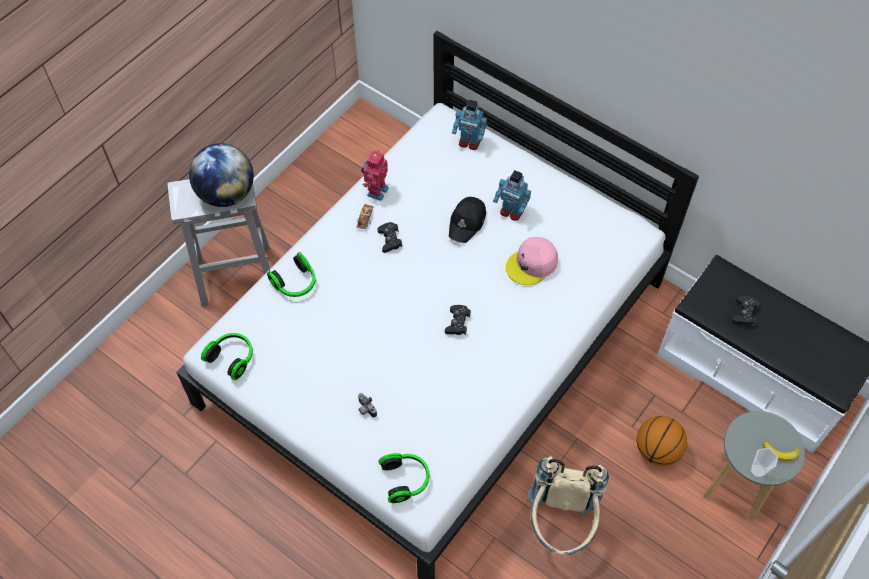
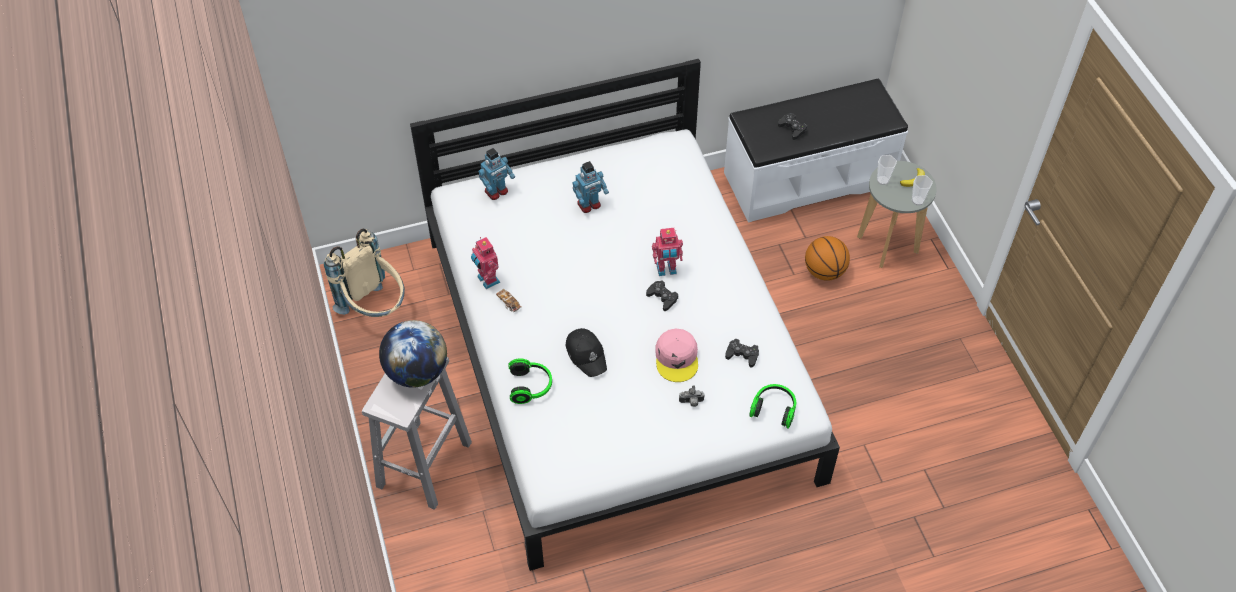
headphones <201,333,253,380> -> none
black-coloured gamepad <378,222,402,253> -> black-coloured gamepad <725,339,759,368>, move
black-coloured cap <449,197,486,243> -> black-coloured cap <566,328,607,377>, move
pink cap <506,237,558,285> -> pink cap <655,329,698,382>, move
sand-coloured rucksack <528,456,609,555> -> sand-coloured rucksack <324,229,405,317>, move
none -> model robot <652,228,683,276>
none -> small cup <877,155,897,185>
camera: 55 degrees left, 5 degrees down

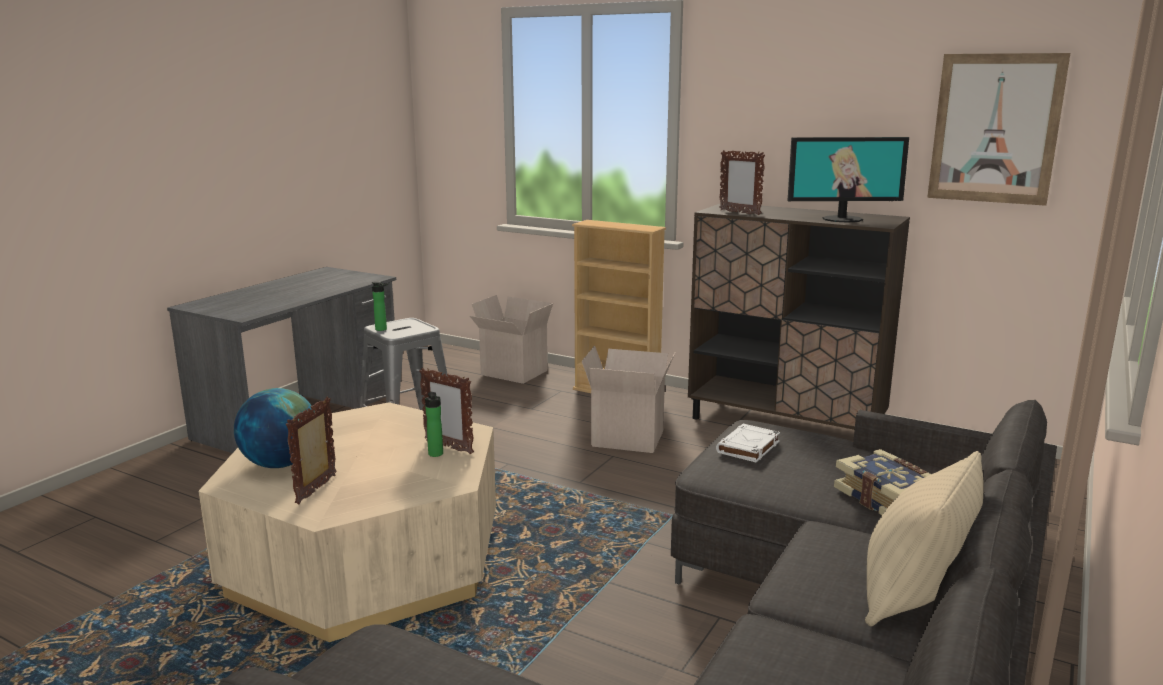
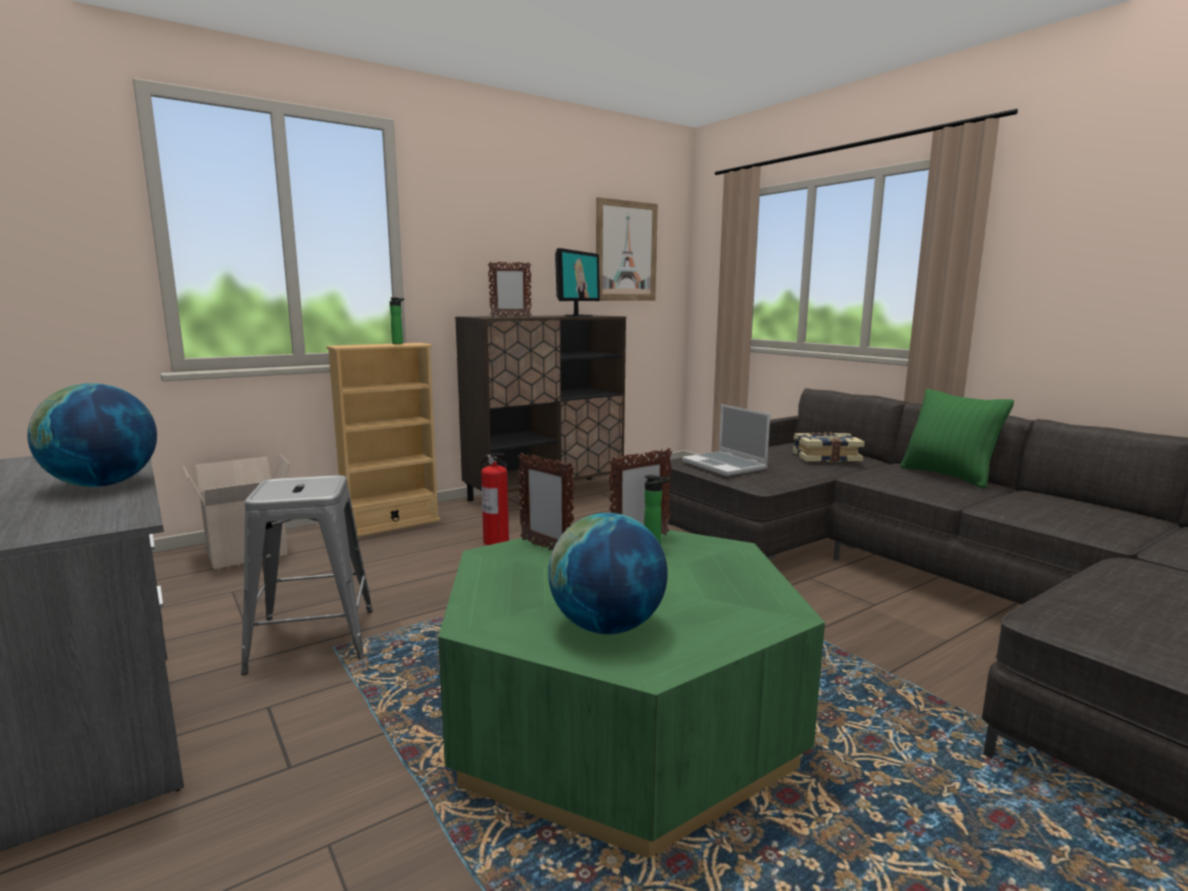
sand-coloured low table <198,402,496,642> -> green low table <438,527,825,858>
standing frame <286,397,336,504> -> standing frame <518,453,574,550>, move
bottle <372,282,389,331> -> bottle <390,297,404,344>, move
carton <582,346,675,453> -> fire extinguisher <481,454,509,545>
whitish volume <716,424,780,462> -> laptop <682,404,770,476>
sand-coloured pillow <865,451,984,626> -> green pillow <900,389,1014,488>
none -> globe <27,383,157,487>
camera: 65 degrees left, 5 degrees down

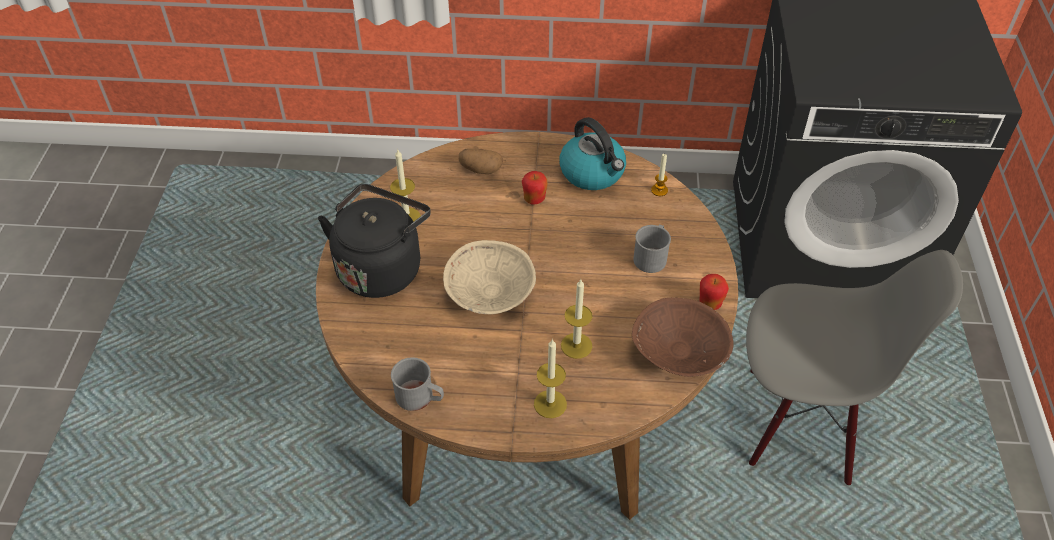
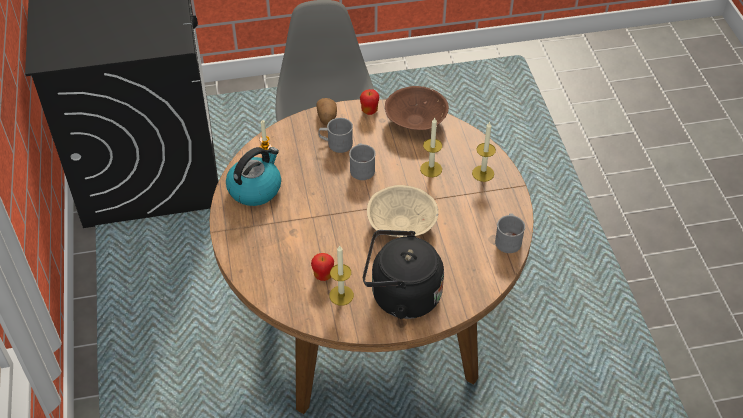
spud <459,148,503,174> -> spud <316,98,337,125>, move
whole apple <522,171,547,205> -> whole apple <311,253,334,281>, move
none -> grey tea mug <349,143,376,180>
camera: 105 degrees left, 0 degrees up

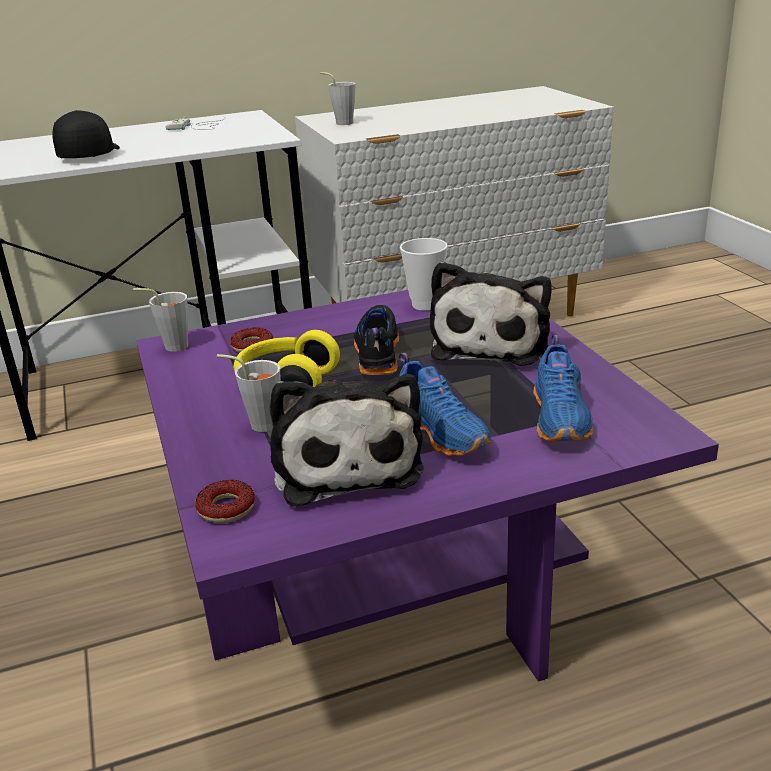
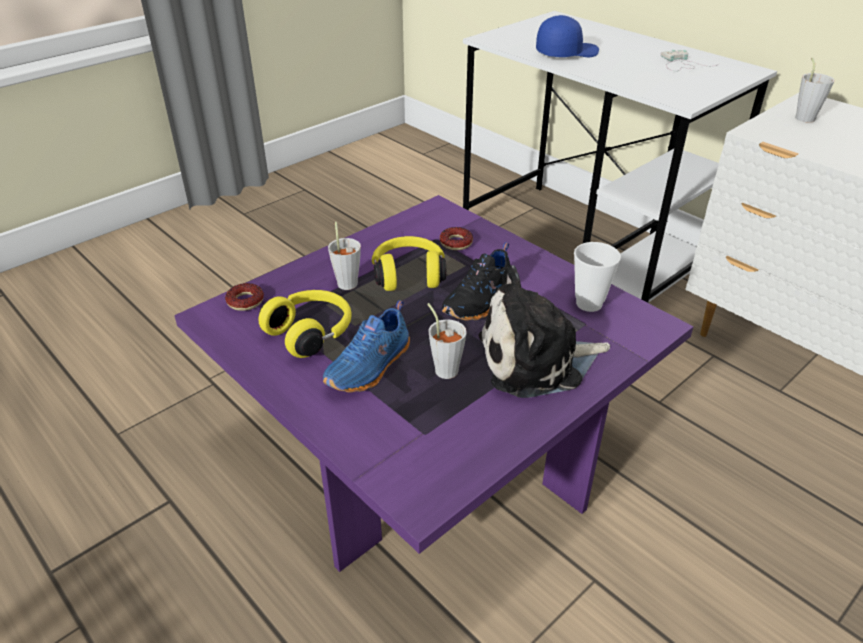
black-coloured cap <53,110,120,158> -> blue cap <536,15,599,57>
grey small cup <133,288,189,352> -> grey small cup <427,303,467,379>, move
plush toy <269,374,424,507> -> yellowish headphones <258,290,352,358>
black-coloured shoe <354,305,399,375> -> black-coloured shoe <442,242,510,321>, 150 degrees clockwise
blue shoe <533,335,593,441> -> none
camera: 65 degrees right, 10 degrees up

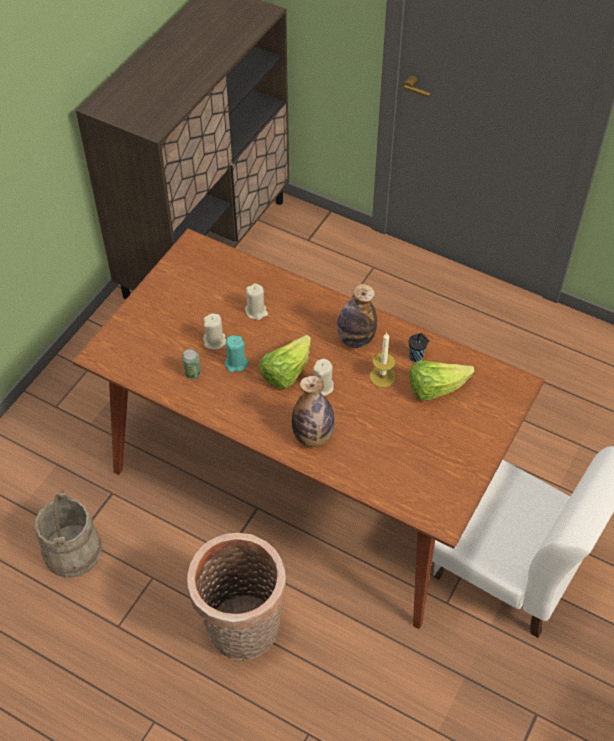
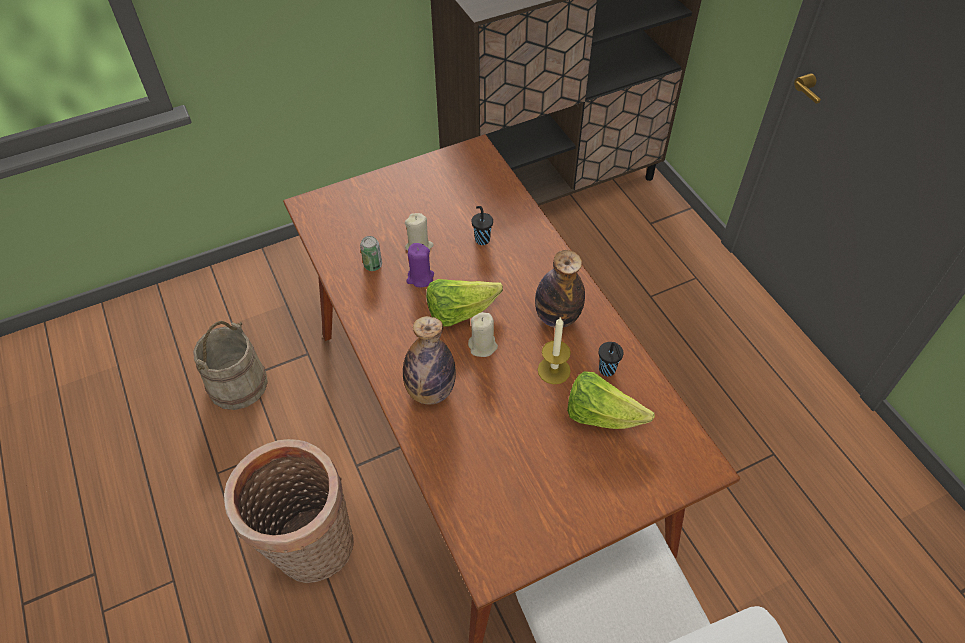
blue-green wax candle <224,335,249,373> -> purplish wax candle <406,243,434,287>
sand-coloured wax candle <245,283,268,320> -> black-coloured small cup <471,206,493,245>
camera: 35 degrees right, 0 degrees up

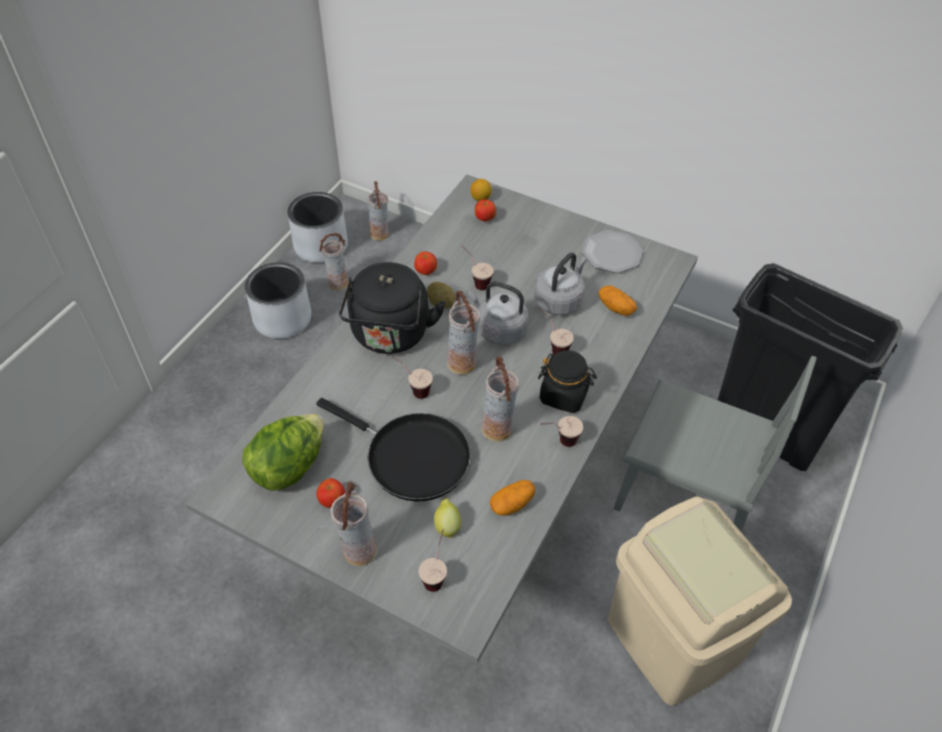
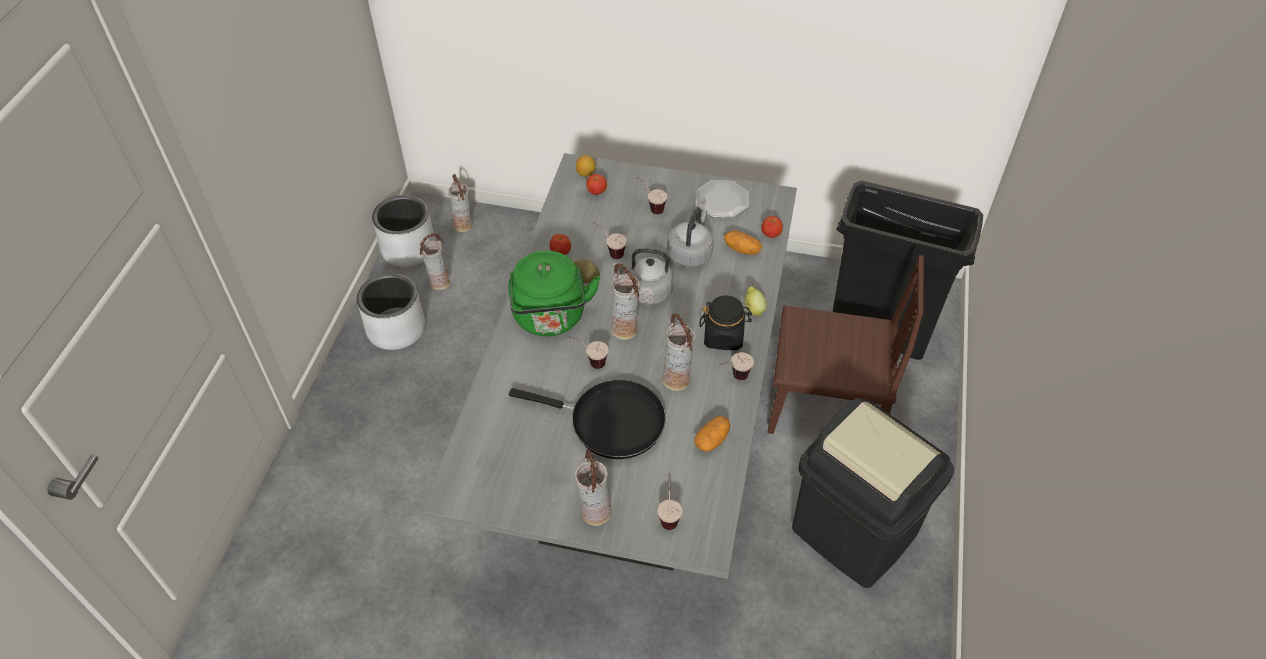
lettuce <242,414,324,491> -> none
whole apple <316,478,345,508> -> whole apple <761,216,783,238>, move
black-coloured tea kettle <339,262,446,354> -> green tea kettle <508,251,600,336>
citrus fruit <434,498,461,538> -> citrus fruit <745,286,767,316>, move
small cup <541,309,574,355> -> small cup <636,176,667,214>, move
sand-coloured rubbish bin <608,497,792,705> -> black-coloured rubbish bin <792,398,954,588>
grey upright chair <614,356,817,532> -> brownish upright chair <767,255,924,434>
camera: 15 degrees left, 0 degrees up

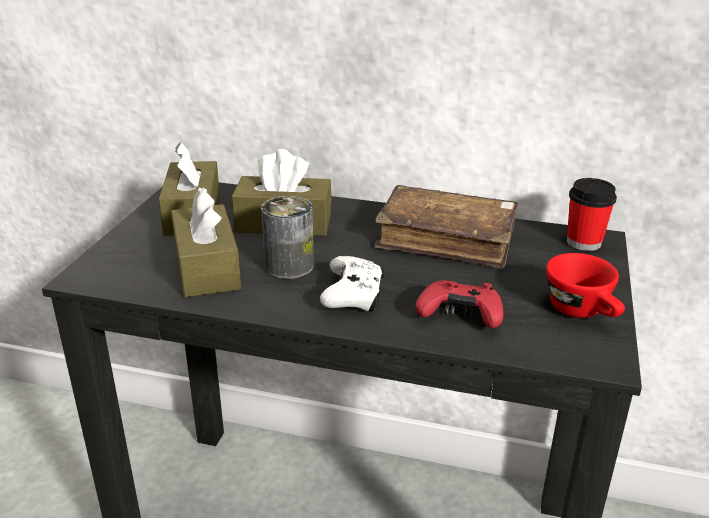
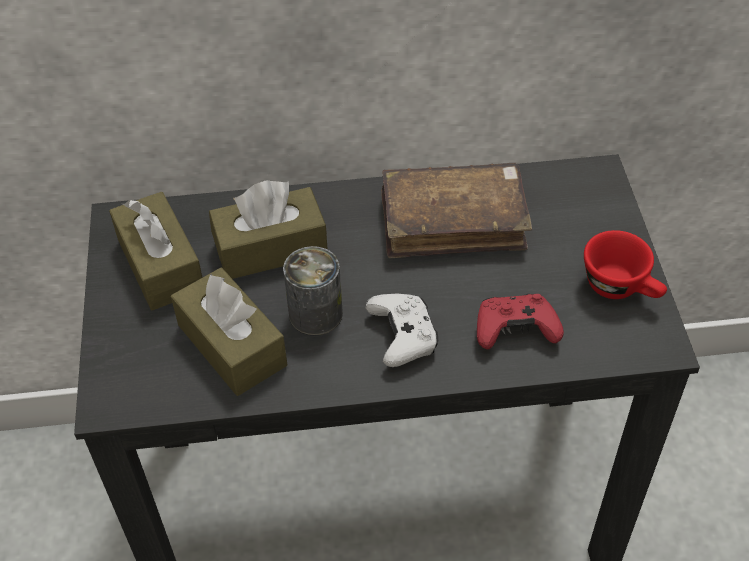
small cup <567,178,617,251> -> none
camera: 20 degrees left, 20 degrees up

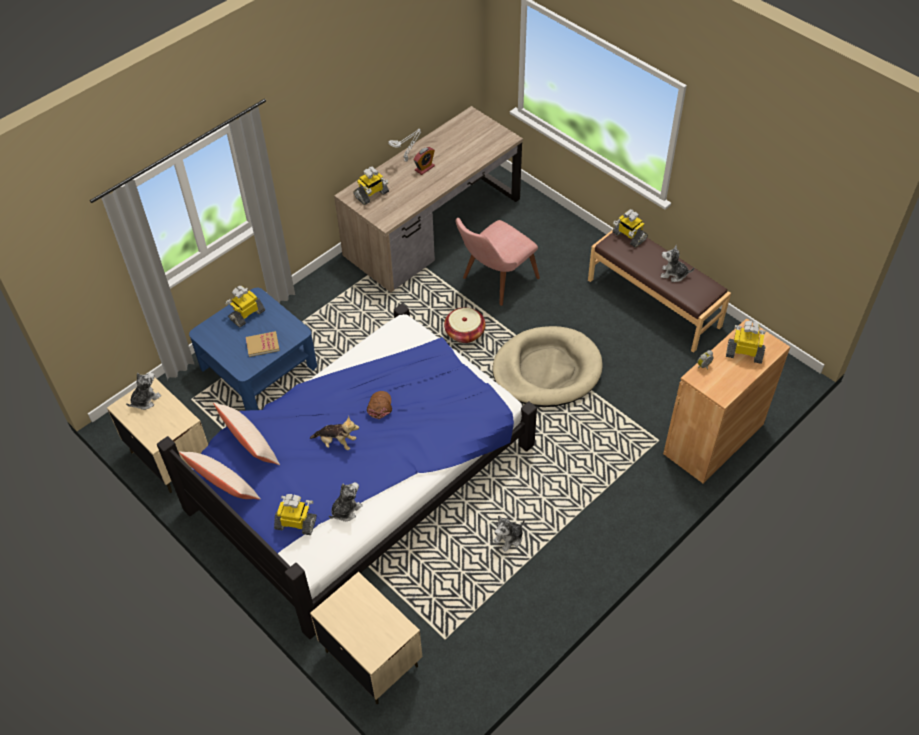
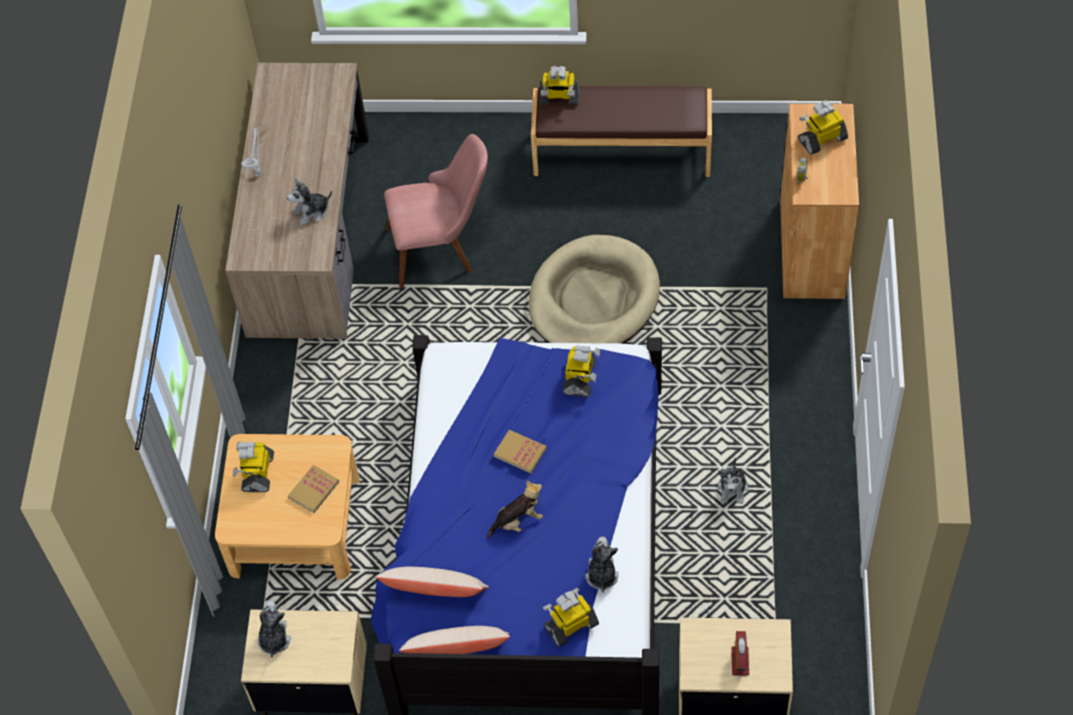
blue low table <189,288,317,411> -> sand-coloured low table <215,434,360,580>
model robot <354,166,389,205> -> model robot <562,345,600,397>, move
brownish cap <367,391,392,419> -> volume <494,430,547,473>
bedside clock <414,147,435,175> -> bedside clock <731,631,749,675>, move
basket <444,308,486,343> -> none
pink upright chair <456,218,540,306> -> pink upright chair <384,134,488,288>, 105 degrees counterclockwise
plush toy <661,245,694,282> -> plush toy <287,178,332,225>, move
camera: 40 degrees left, 5 degrees up

